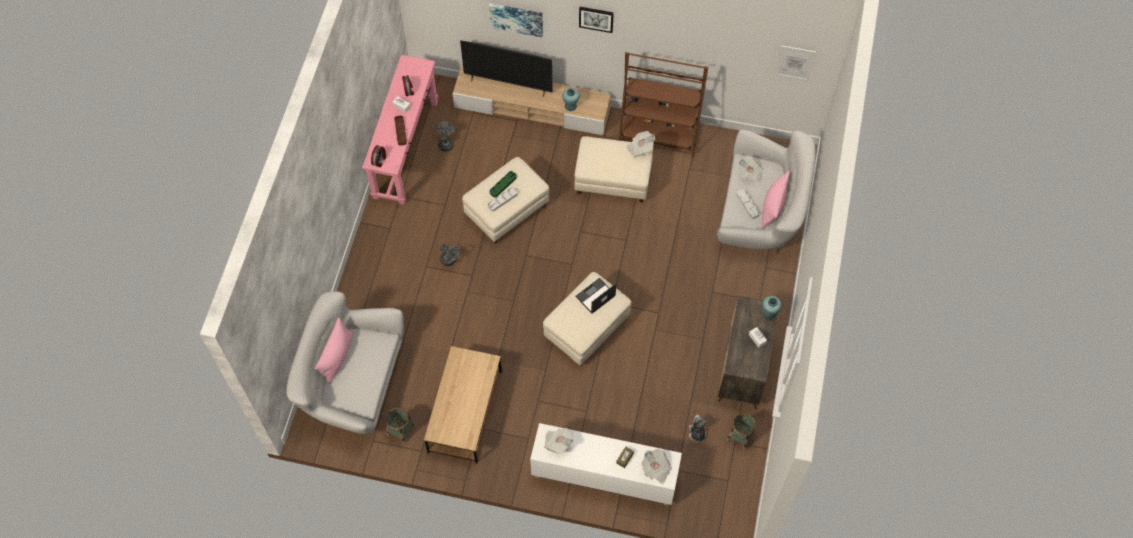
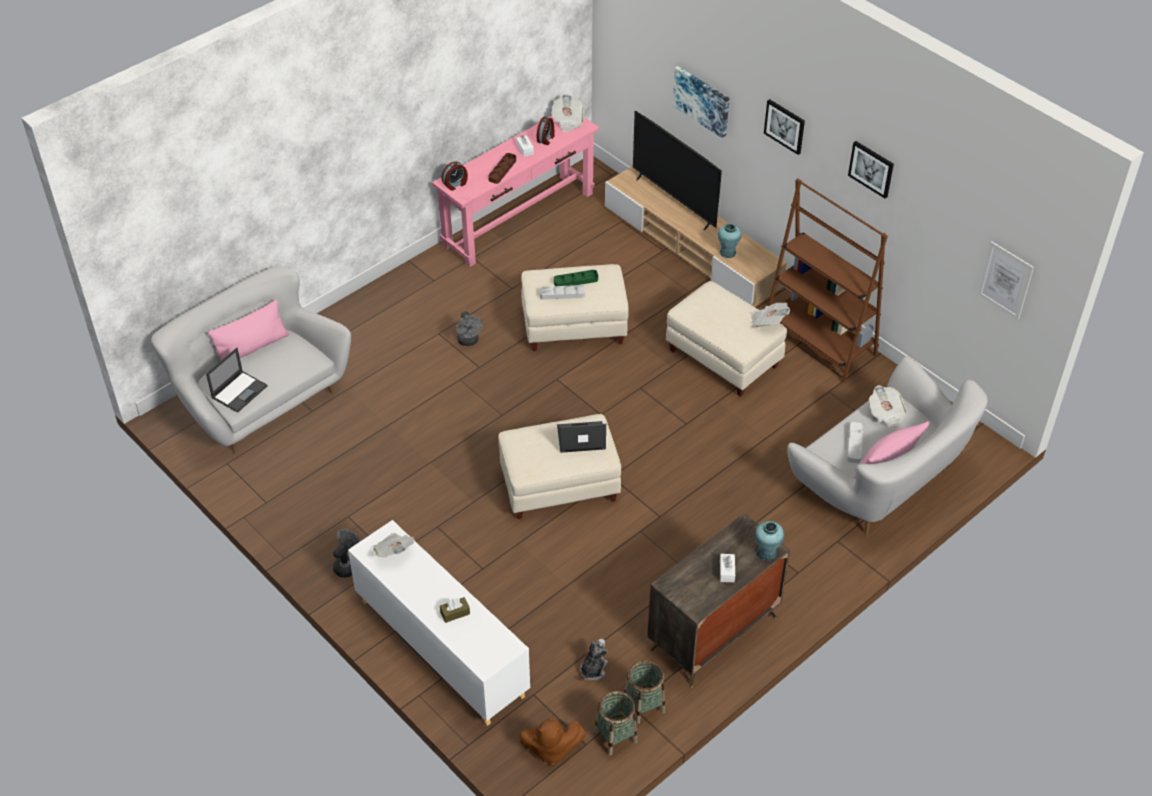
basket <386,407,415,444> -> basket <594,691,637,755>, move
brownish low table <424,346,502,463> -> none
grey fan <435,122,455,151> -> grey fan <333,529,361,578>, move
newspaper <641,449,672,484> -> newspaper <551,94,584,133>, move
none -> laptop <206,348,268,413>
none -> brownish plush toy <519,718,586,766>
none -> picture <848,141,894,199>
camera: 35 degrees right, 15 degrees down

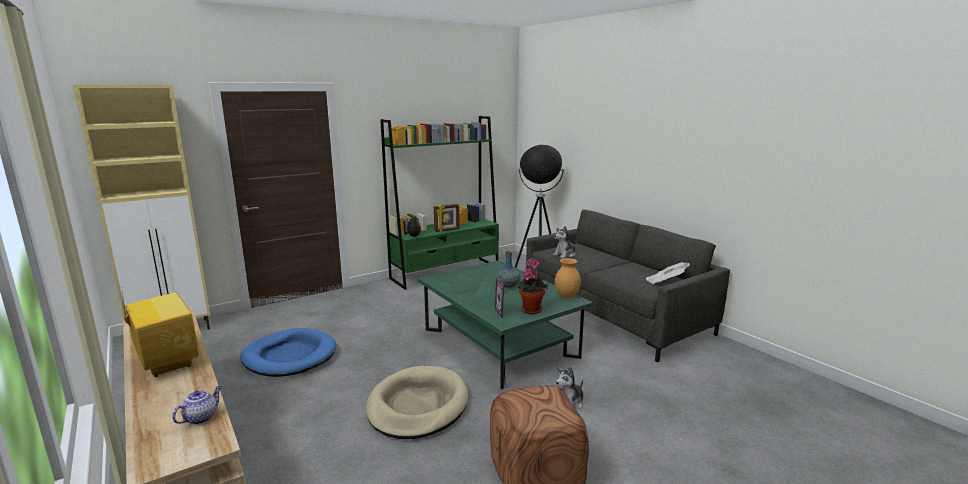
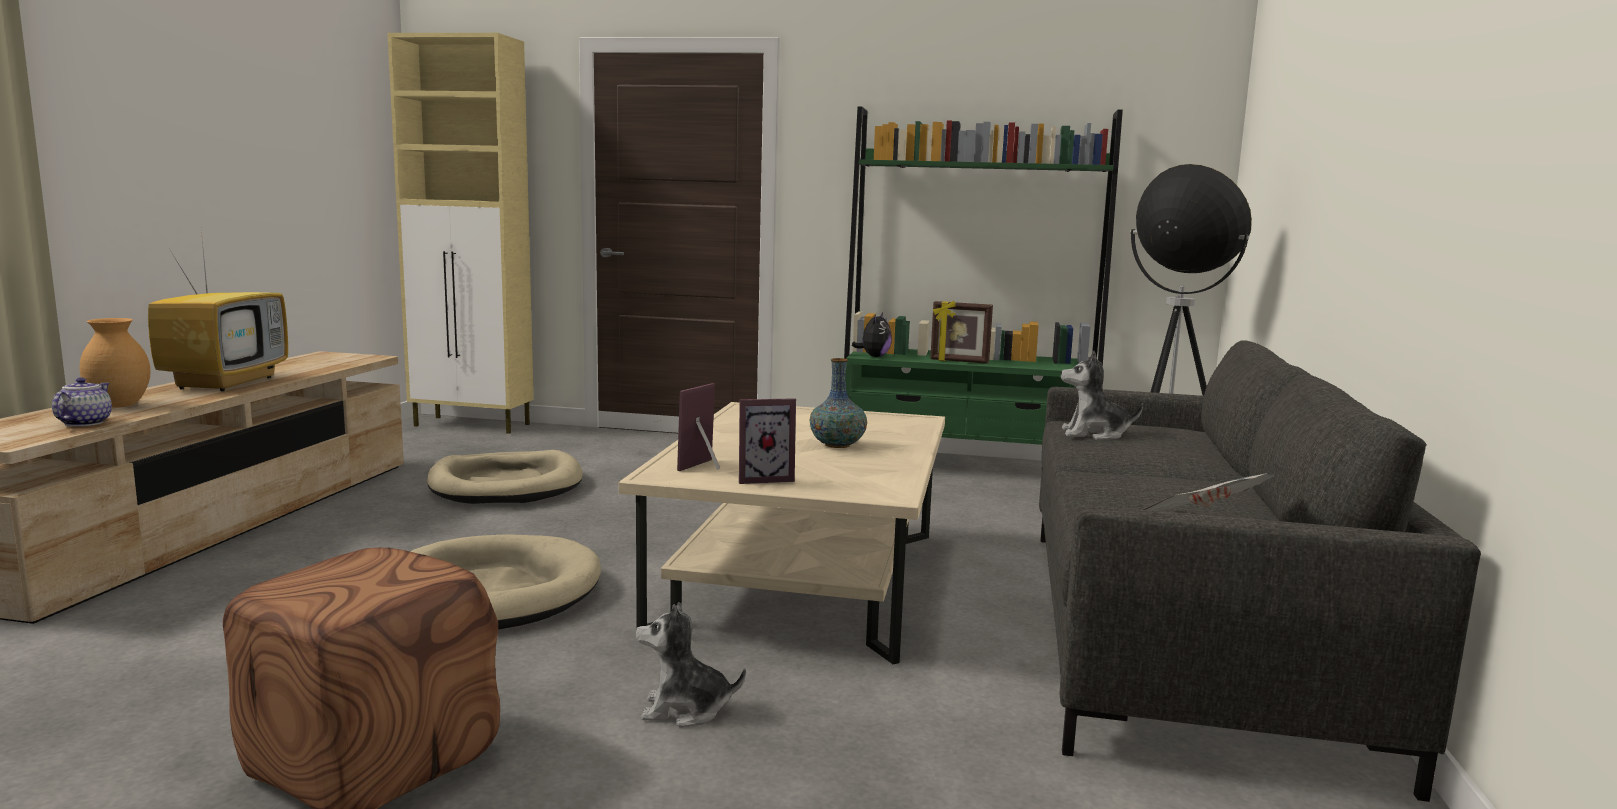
tea pot <172,386,222,424> -> tea pot <52,377,112,426>, 75 degrees counterclockwise
blue pet bed <240,328,336,377> -> sand-coloured pet bed <427,450,583,504>
green low table <418,260,593,389> -> sand-coloured low table <619,402,945,664>
plant in a pot <518,258,548,314> -> standing frame <739,398,796,484>
brownish vase <555,258,581,298> -> brownish vase <80,318,151,408>, move
camera: 45 degrees right, 5 degrees down

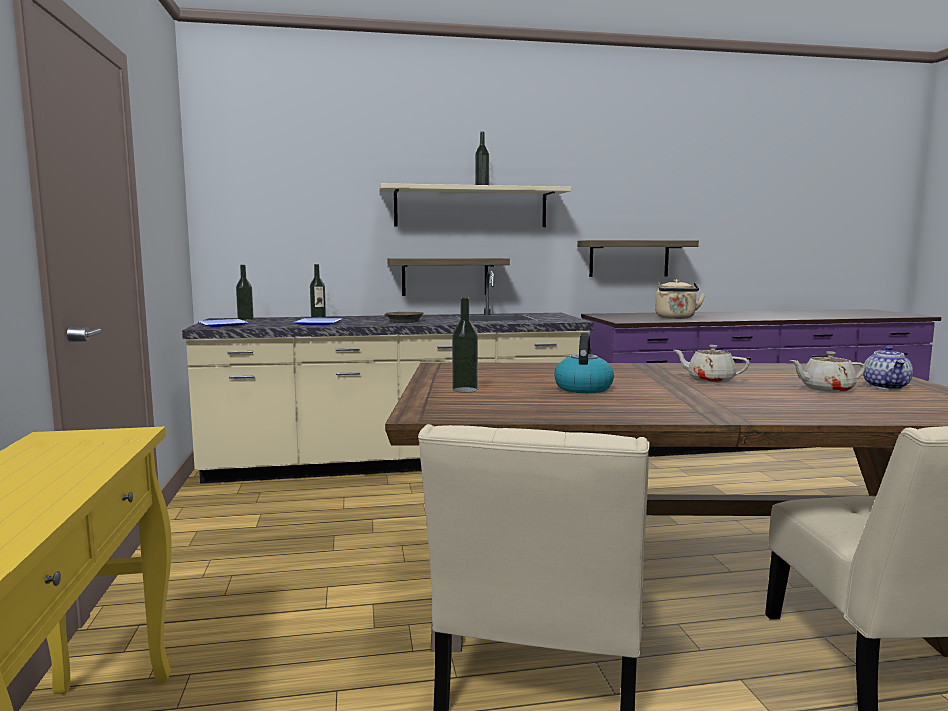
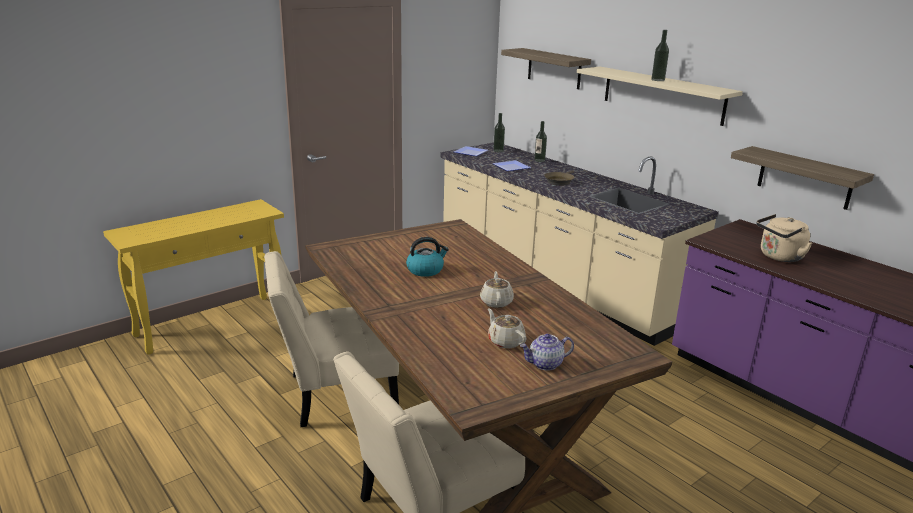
bracket shelf <388,258,510,296> -> bracket shelf <501,48,591,89>, move
bottle <452,298,478,393> -> none
camera: 60 degrees right, 15 degrees up

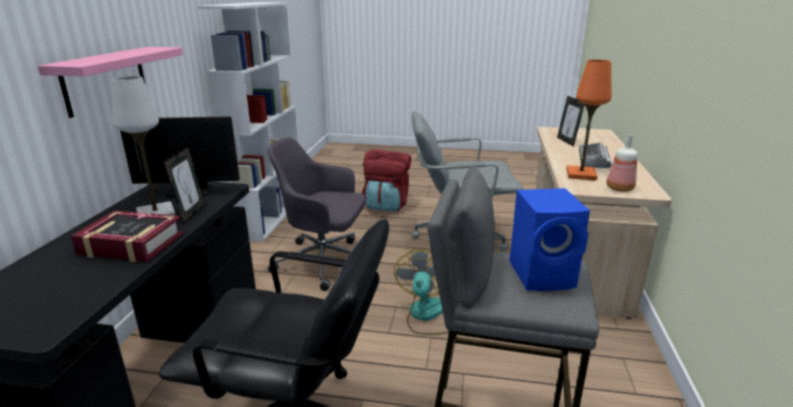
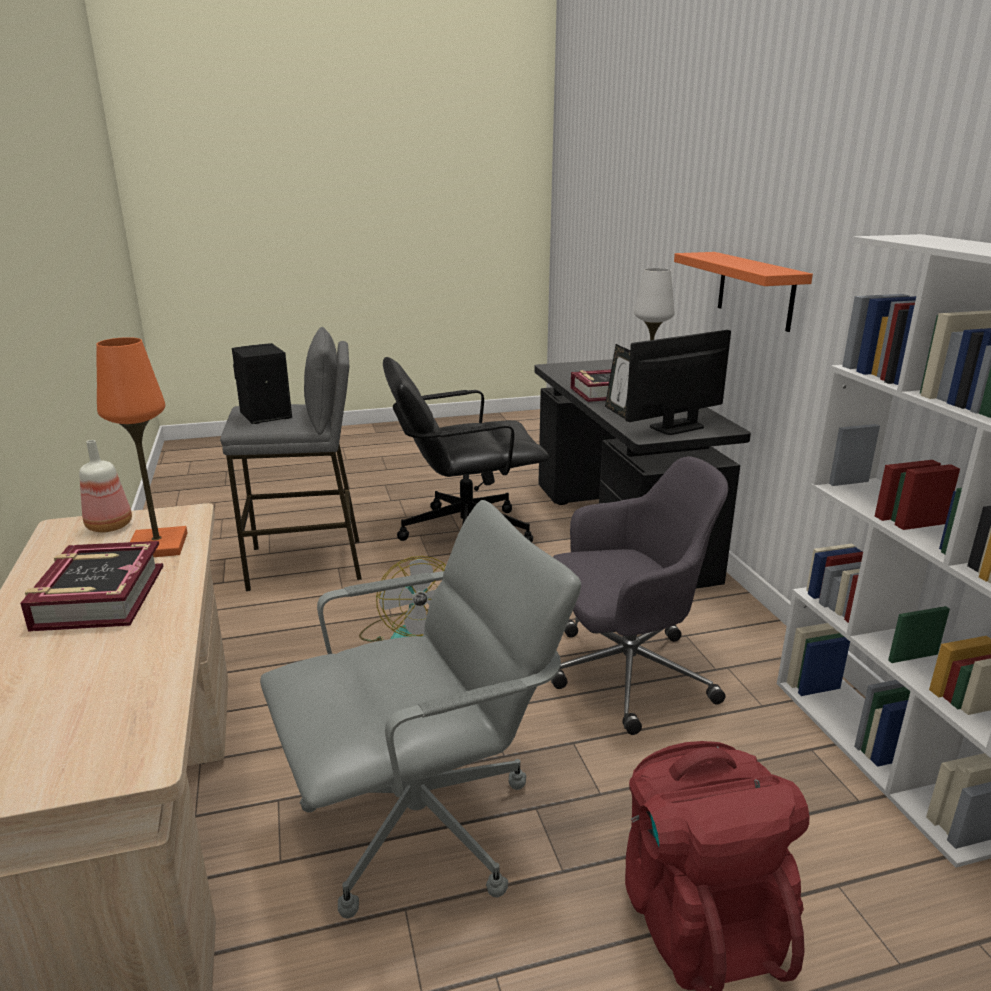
pink bracket shelf <38,47,183,118> -> orange-coloured bracket shelf <674,252,813,332>
blue audio speaker <509,188,590,291> -> black-coloured audio speaker <232,343,292,424>
standing frame <557,96,585,147> -> none
PC keyboard <579,143,611,168> -> volume <20,541,163,632>
camera: 155 degrees right, 0 degrees up

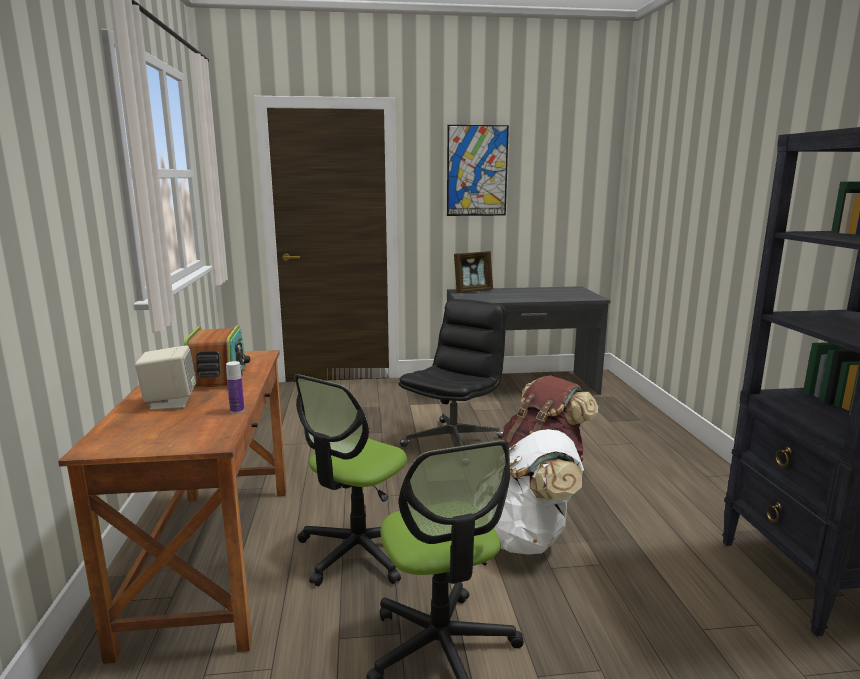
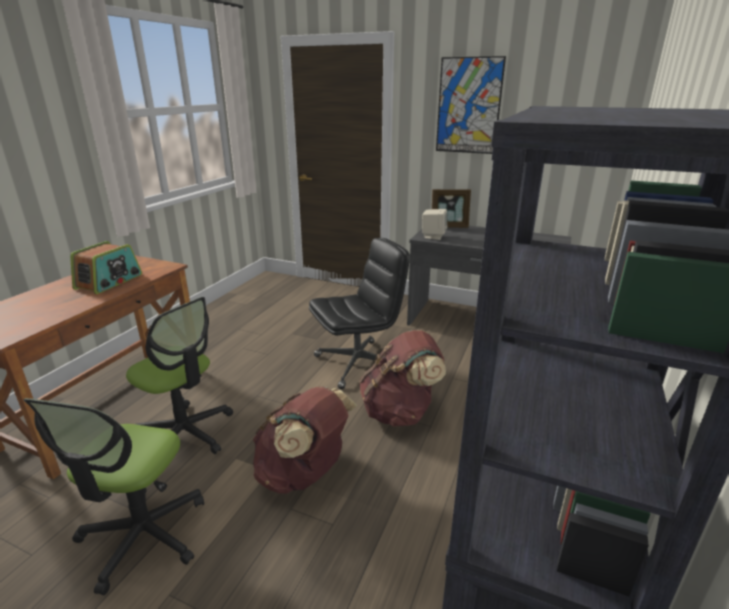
sand-coloured audio speaker <135,345,197,410> -> sand-coloured audio speaker <422,209,447,240>, move
bottle <226,361,244,413> -> none
desk chair <294,374,407,586> -> desk chair <126,297,233,454>, 120 degrees counterclockwise
whitish rucksack <494,429,584,555> -> brownish rucksack <253,387,357,494>
camera: 30 degrees right, 10 degrees up

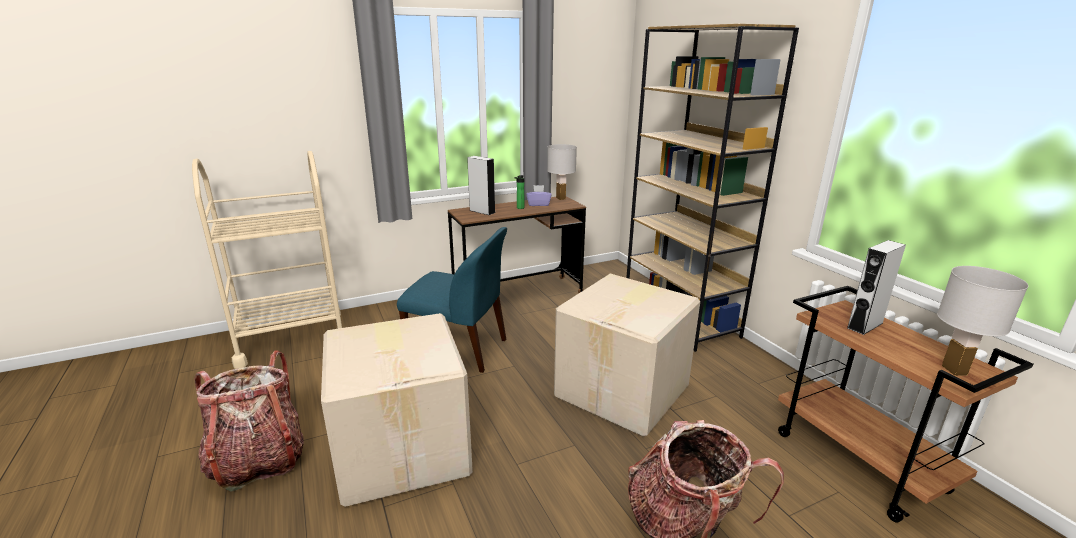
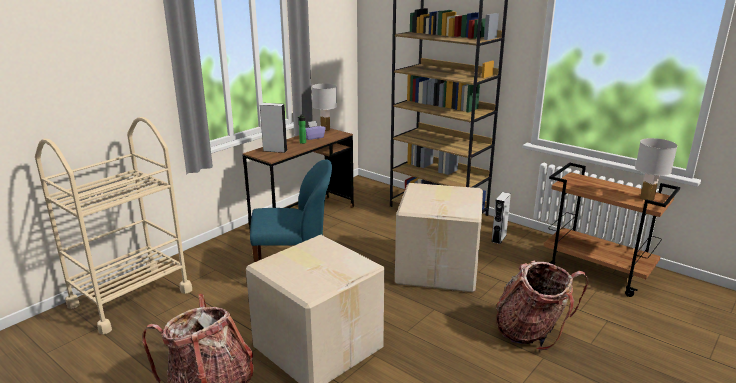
grey audio speaker <847,240,906,335> -> grey audio speaker <492,192,511,244>, move
camera: 25 degrees left, 0 degrees up

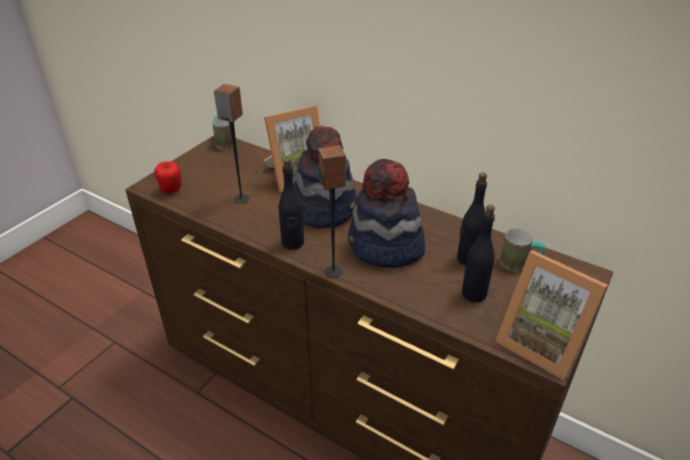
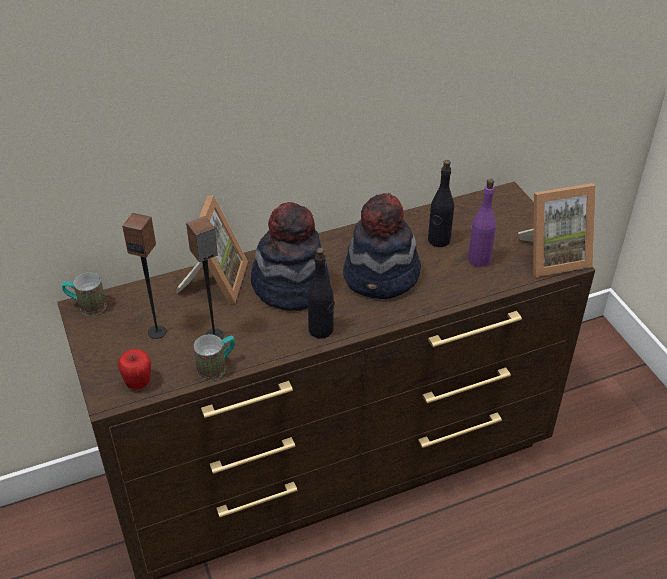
audio speaker <318,145,346,278> -> audio speaker <122,213,167,339>, move
black-coloured bottle <462,205,495,302> -> purplish bottle <468,179,496,267>
tea mug <500,228,545,271> -> tea mug <194,334,235,381>, move
camera: 55 degrees left, 5 degrees up

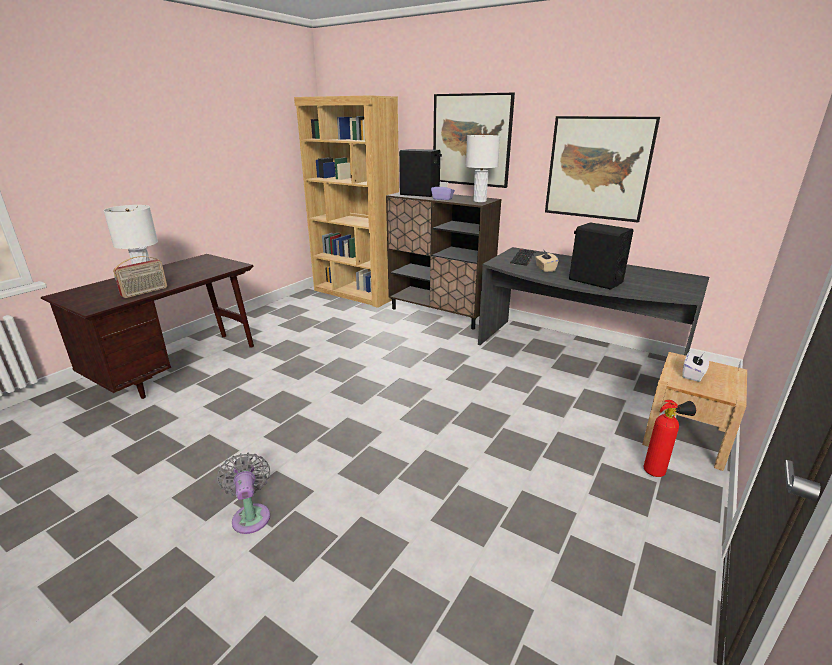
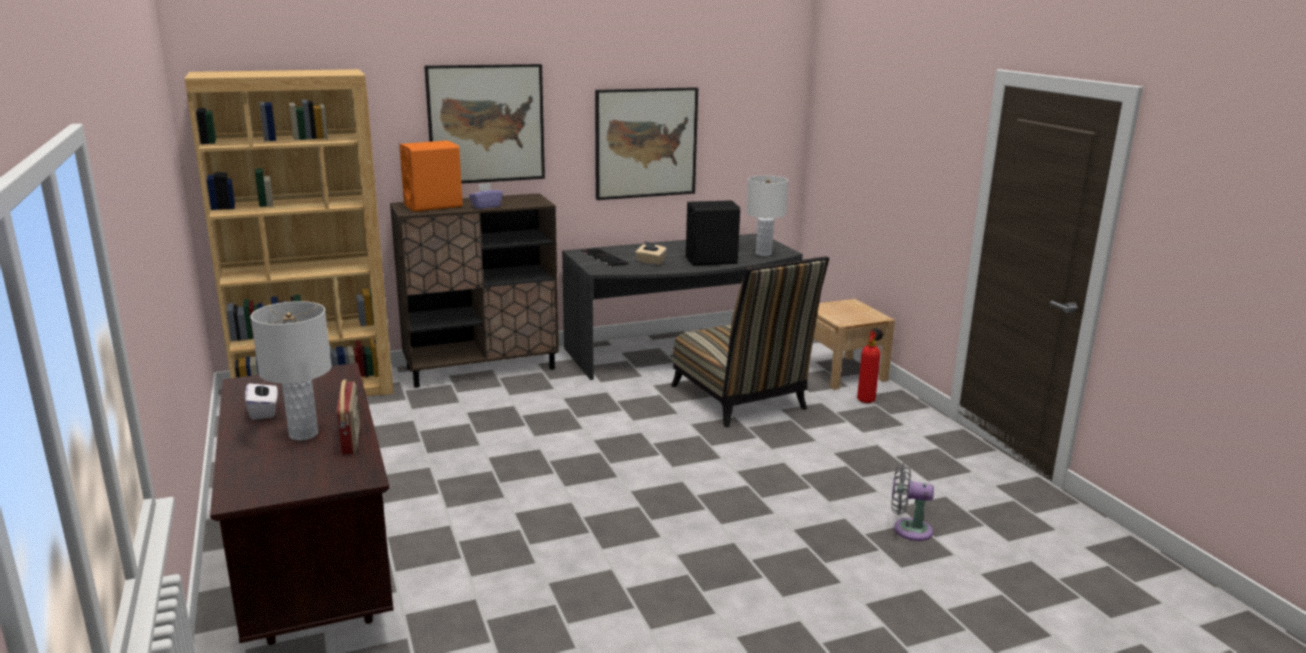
grey fan <217,453,270,534> -> grey fan <891,463,934,541>, move
black-coloured audio speaker <399,149,442,197> -> orange-coloured audio speaker <400,140,463,212>
whitish tabletop lamp <466,135,500,202> -> whitish tabletop lamp <746,175,788,256>, move
whitish tissue holder <682,352,709,382> -> whitish tissue holder <245,380,278,420>, move
none -> upright chair <671,256,829,428>
camera: 55 degrees left, 5 degrees down

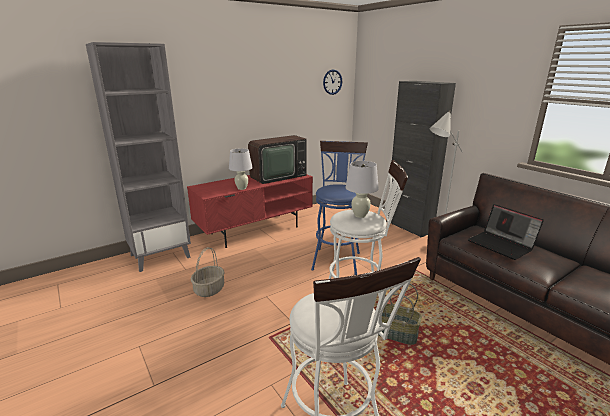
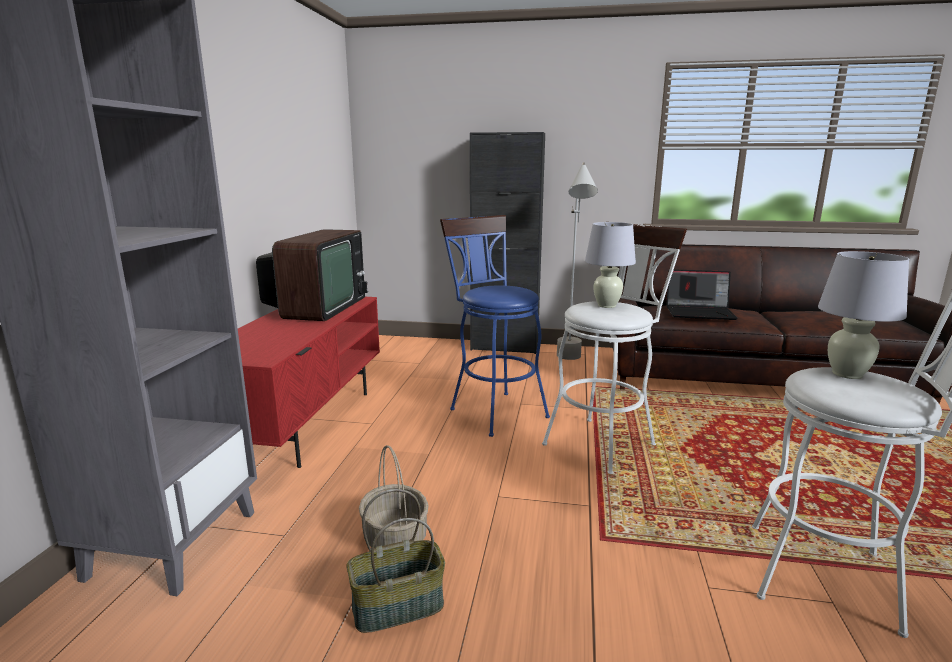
whitish tabletop lamp <229,149,253,190> -> whitish tabletop lamp <818,251,909,379>, move
wall clock <323,69,342,95> -> none
basket <378,283,422,345> -> basket <346,489,445,633>, move
camera: 45 degrees left, 5 degrees down

